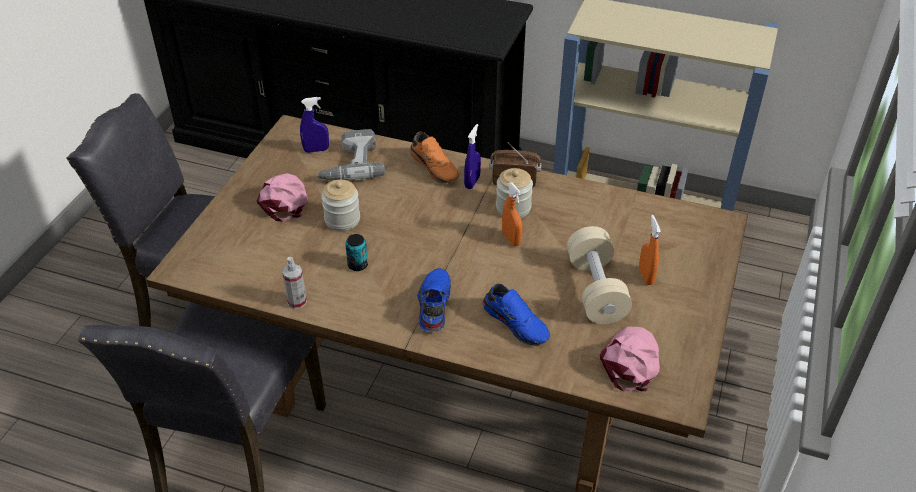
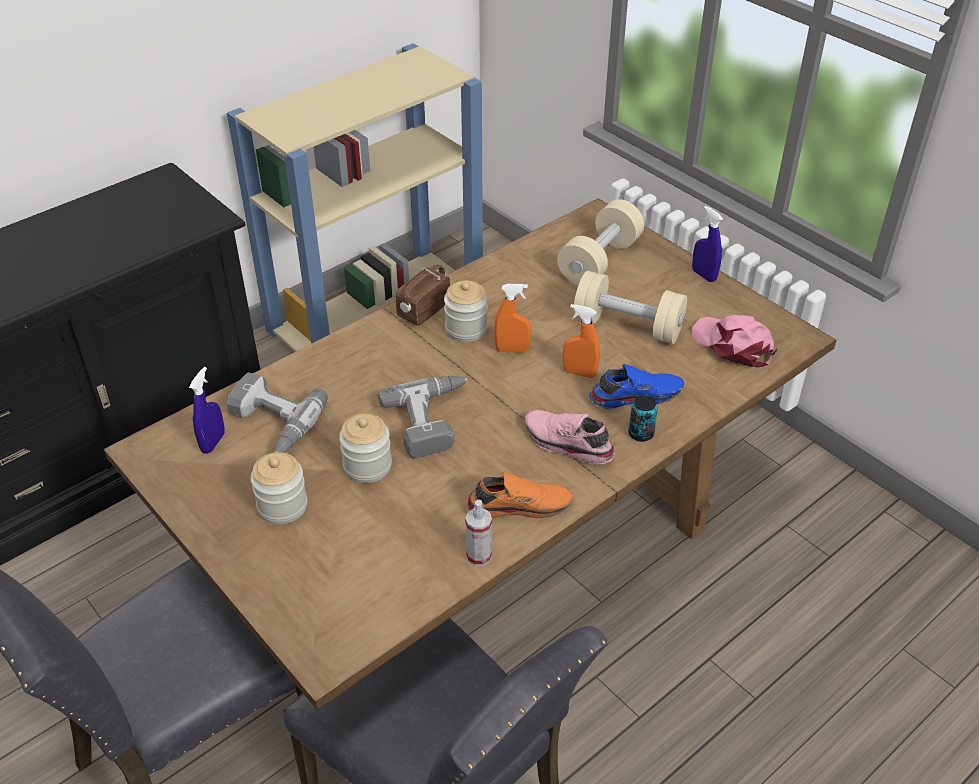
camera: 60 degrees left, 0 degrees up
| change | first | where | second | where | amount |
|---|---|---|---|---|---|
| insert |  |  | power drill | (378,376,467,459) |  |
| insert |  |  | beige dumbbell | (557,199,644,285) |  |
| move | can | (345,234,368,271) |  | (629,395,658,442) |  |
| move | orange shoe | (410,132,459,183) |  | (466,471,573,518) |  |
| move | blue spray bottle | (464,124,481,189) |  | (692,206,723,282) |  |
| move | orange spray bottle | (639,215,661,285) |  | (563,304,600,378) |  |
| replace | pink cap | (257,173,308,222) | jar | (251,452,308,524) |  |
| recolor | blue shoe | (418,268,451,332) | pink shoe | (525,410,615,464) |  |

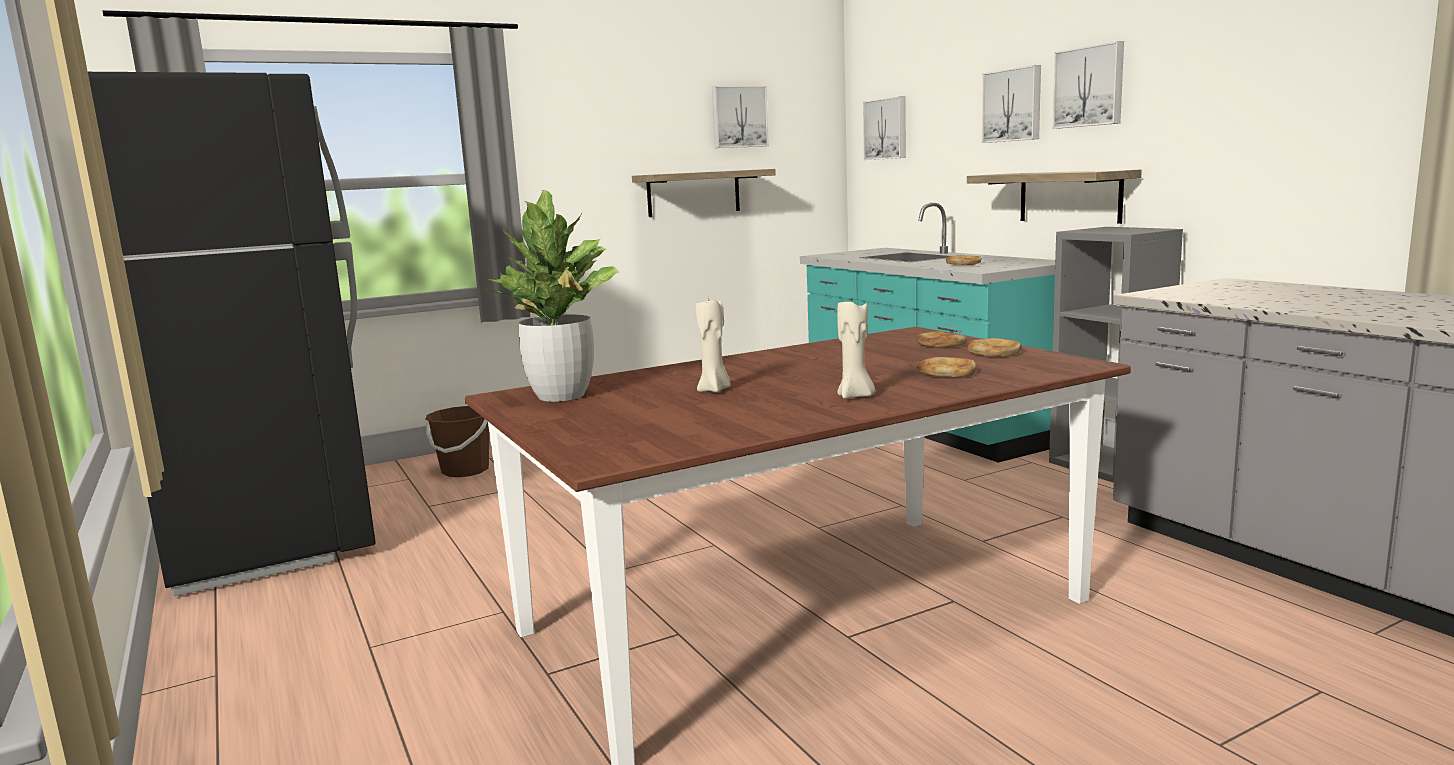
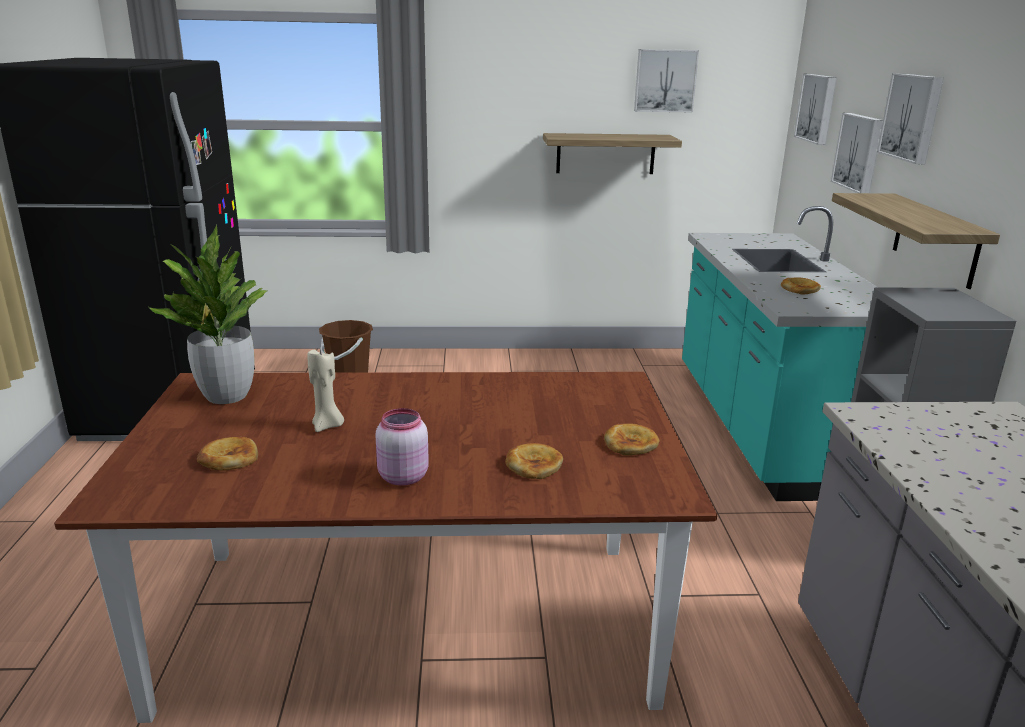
camera: 25 degrees right, 10 degrees up
| change | first | where | second | where | amount |
|---|---|---|---|---|---|
| move | bread | (915,331,967,348) |  | (197,437,258,470) |  |
| move | picture | (1052,41,1124,129) |  | (831,113,883,193) |  |
| replace | beige candle | (837,297,875,399) | pink jar | (376,408,429,486) |  |

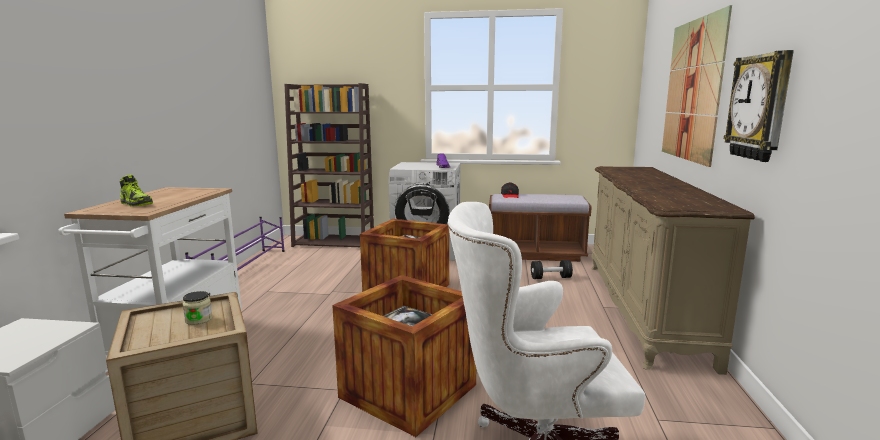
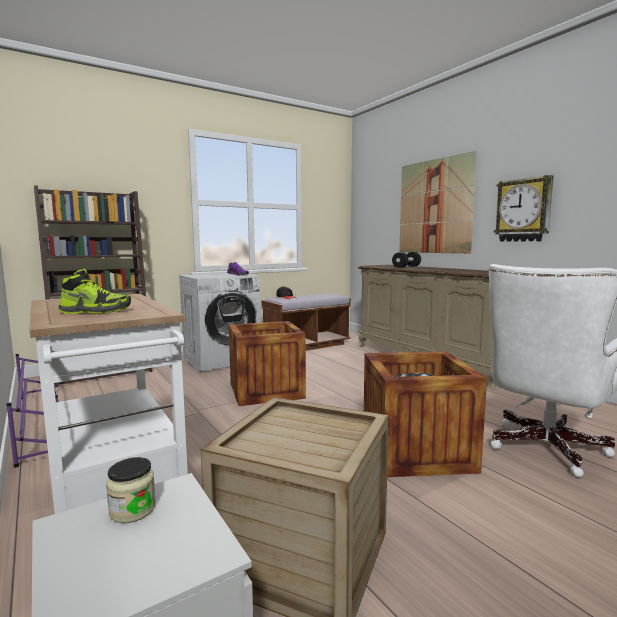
camera: 40 degrees left, 5 degrees down
| change | first | where | second | where | amount |
|---|---|---|---|---|---|
| move | jar | (183,291,213,325) |  | (106,457,156,523) |  |
| move | black dumbbell | (531,260,573,279) |  | (392,252,421,268) |  |

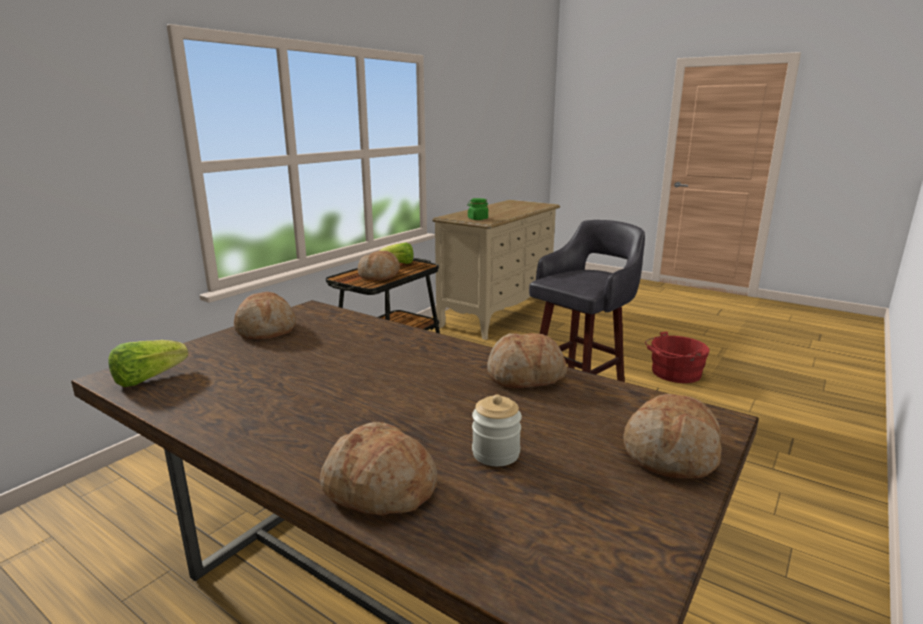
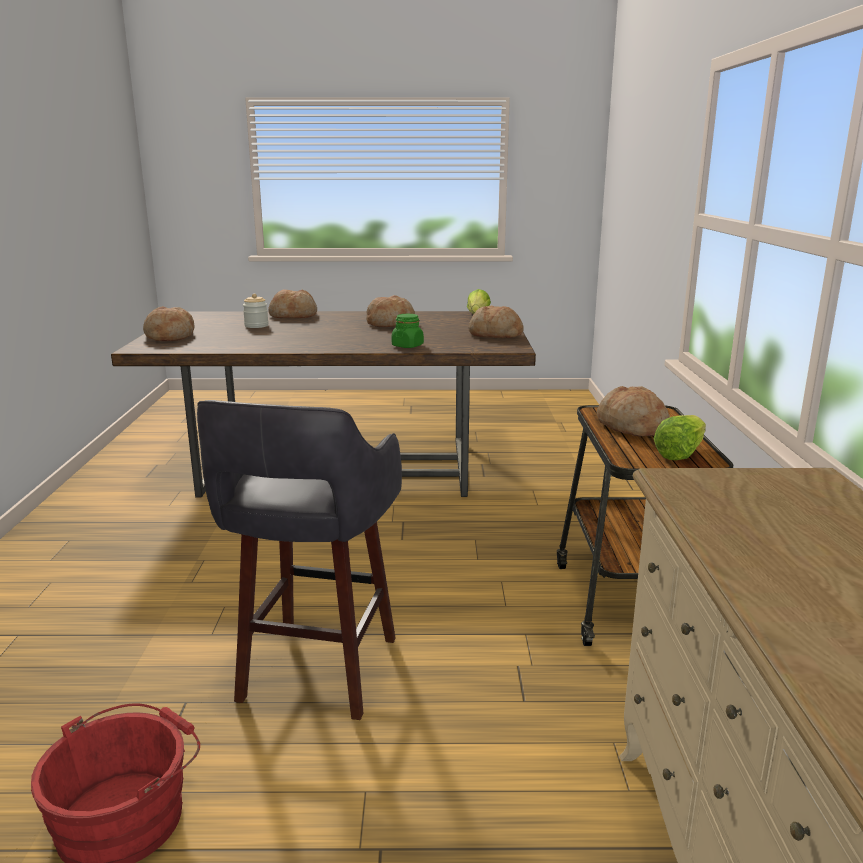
camera: 145 degrees right, 0 degrees up
| change | first | where | second | where | amount |
|---|---|---|---|---|---|
| move | green jar | (467,198,488,220) |  | (392,314,424,348) |  |
| move | bread | (487,333,567,388) |  | (366,295,415,327) |  |

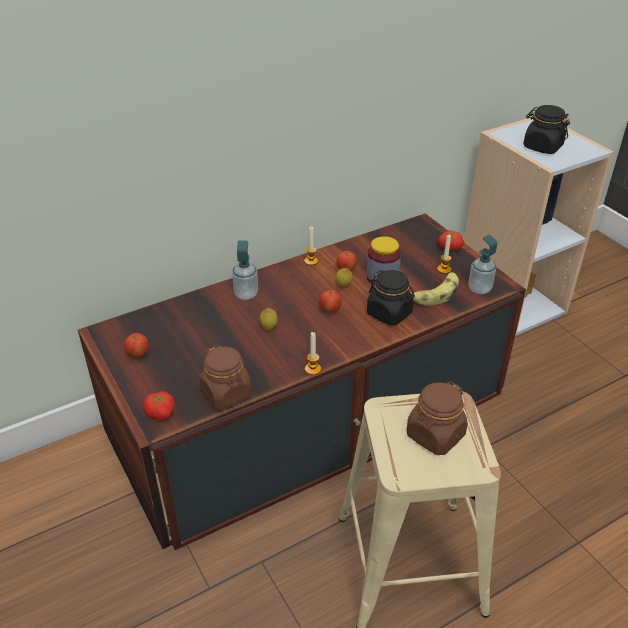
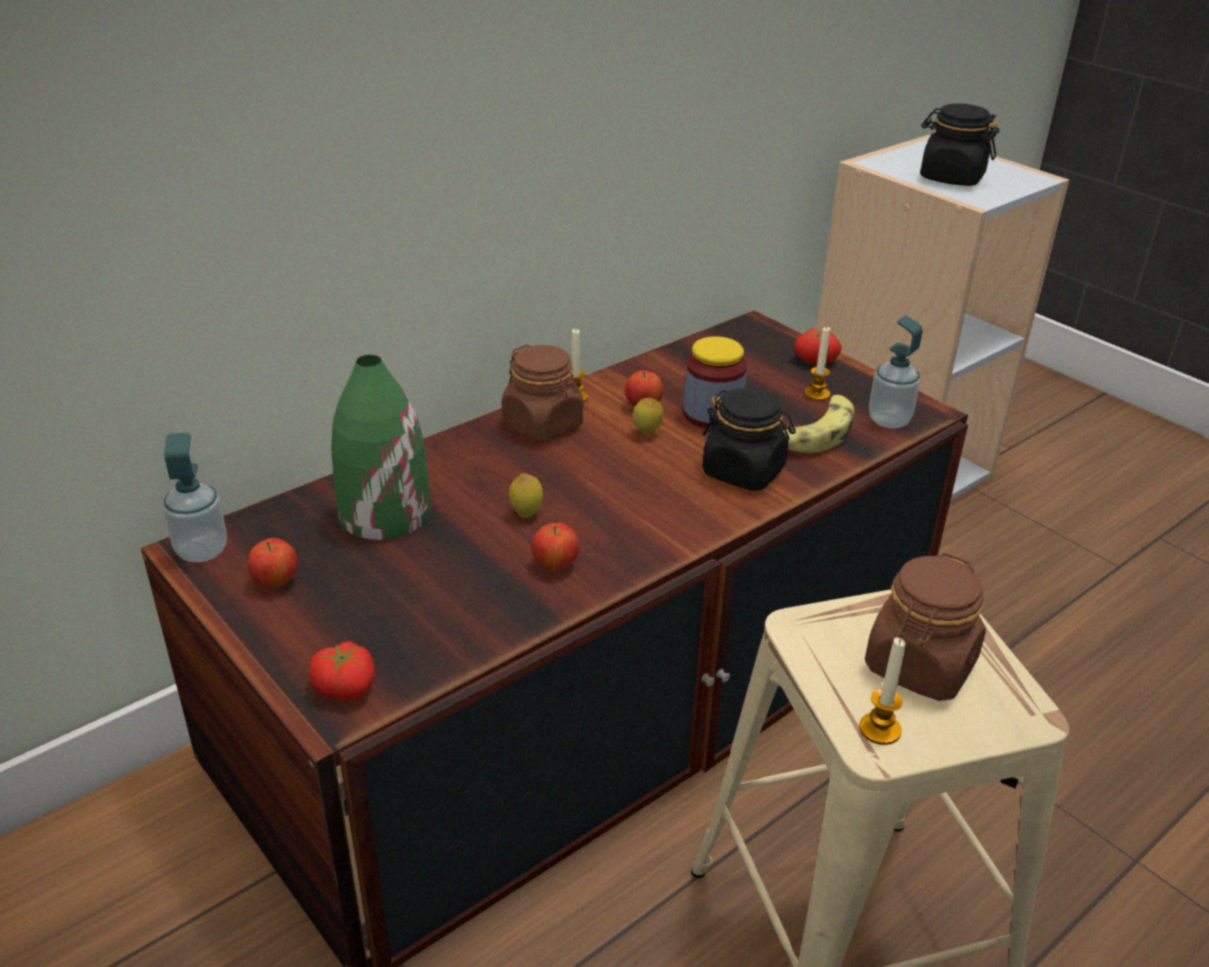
camera: 10 degrees left, 5 degrees down
| change | first | where | second | where | amount |
|---|---|---|---|---|---|
| insert |  |  | green vase | (331,355,430,540) |  |
| move | brown jar | (199,345,252,410) |  | (502,344,583,442) |  |
| move | soap dispenser | (232,241,258,300) |  | (163,433,227,562) |  |
| move | candle | (305,332,321,375) |  | (859,638,905,745) |  |
| move | apple | (319,290,342,312) |  | (531,523,579,570) |  |

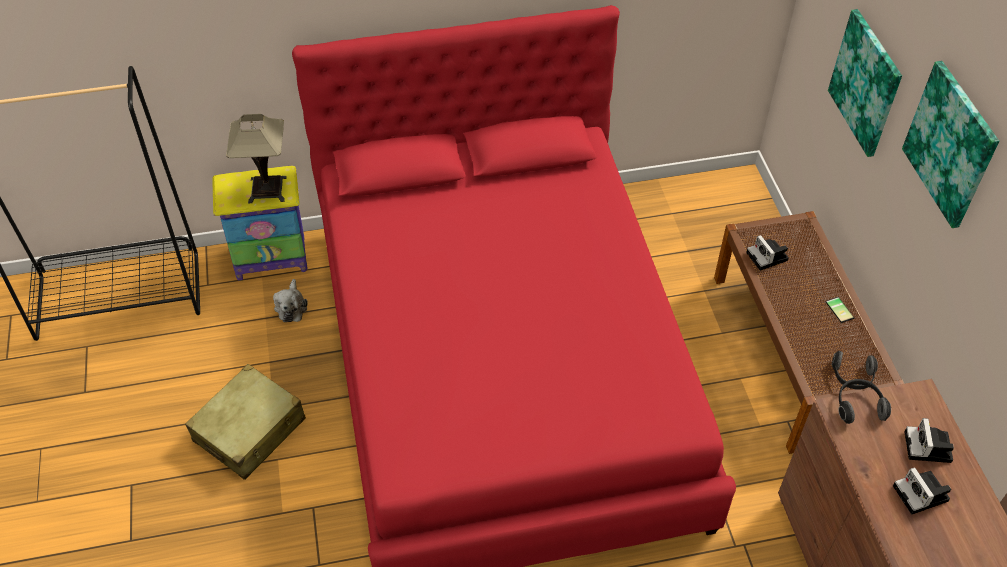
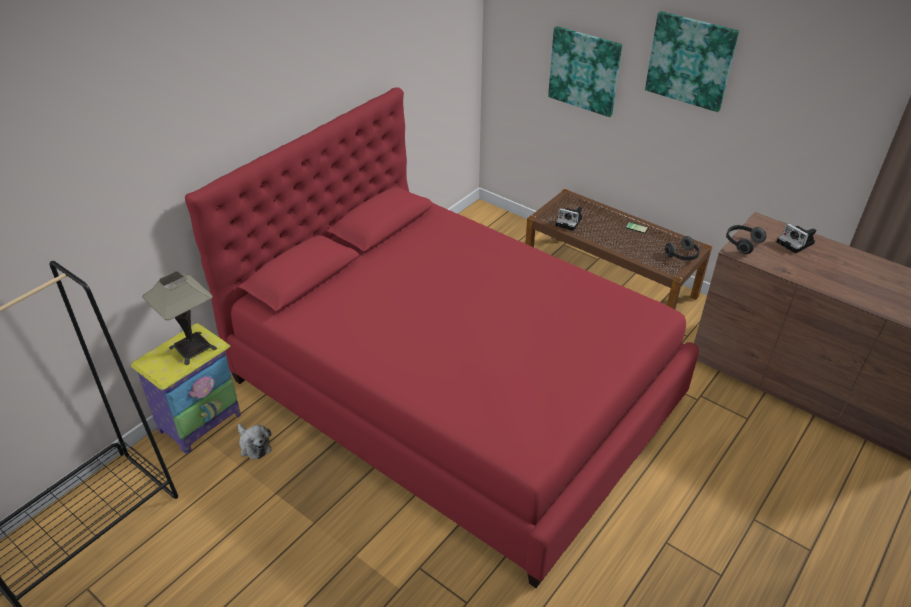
camera: 40 degrees left, 10 degrees down
| change | first | where | second | where | amount |
|---|---|---|---|---|---|
| delete | beige suitcase | (185,364,306,480) |  |  |  |
| delete | photo camera | (893,467,951,514) |  |  |  |

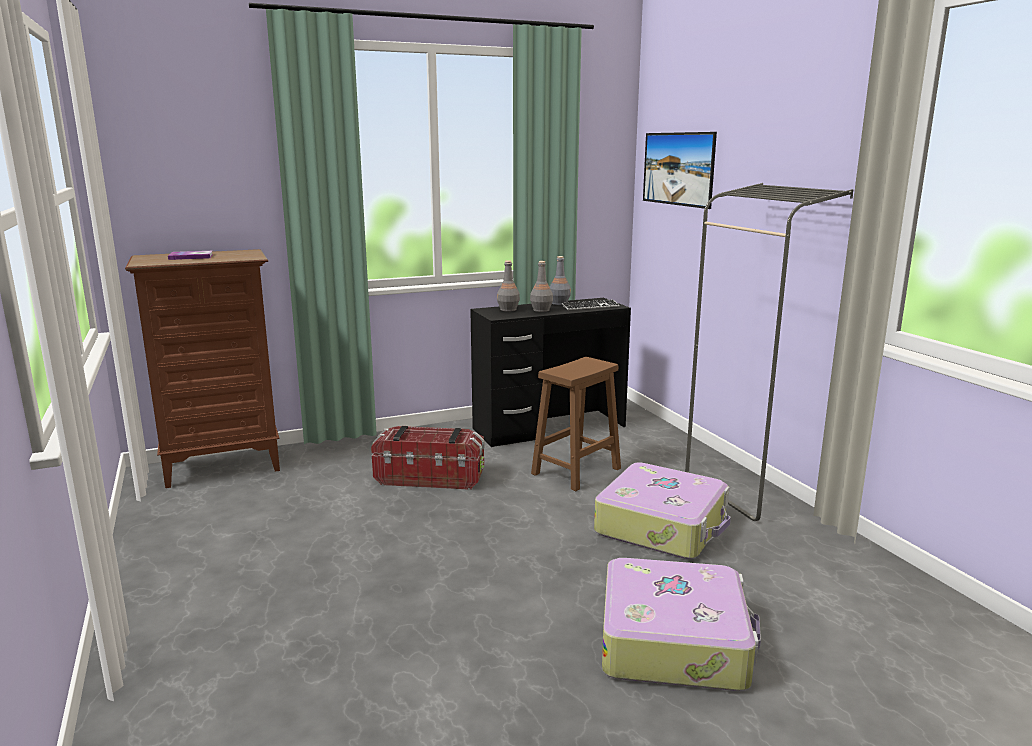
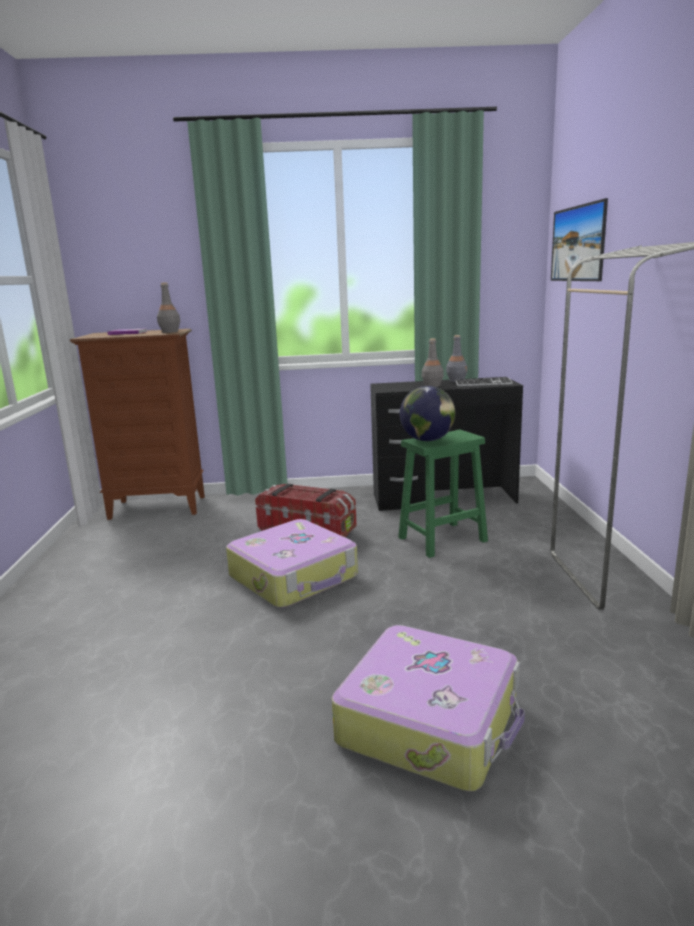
camera: 20 degrees right, 0 degrees up
| change | first | where | second | where | amount |
|---|---|---|---|---|---|
| insert |  |  | globe | (400,386,455,441) |  |
| move | grey bottle | (497,260,520,312) |  | (157,282,180,333) |  |
| move | suitcase | (594,462,731,559) |  | (226,519,358,608) |  |
| recolor | brown stool | (531,357,621,491) | green stool | (398,430,488,558) |  |

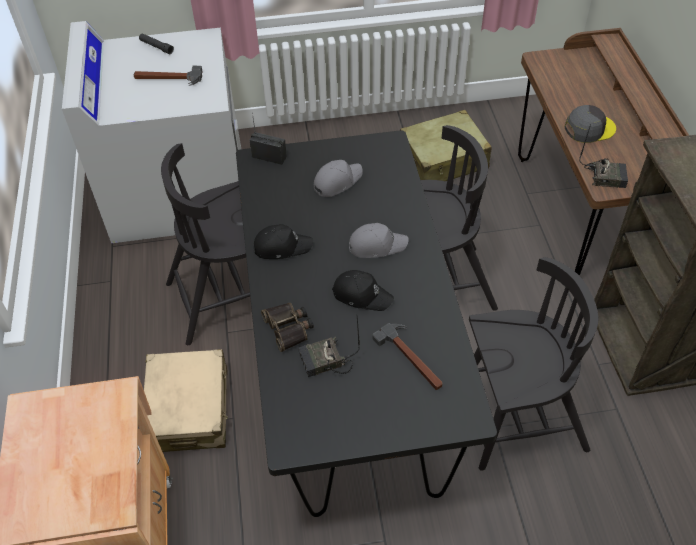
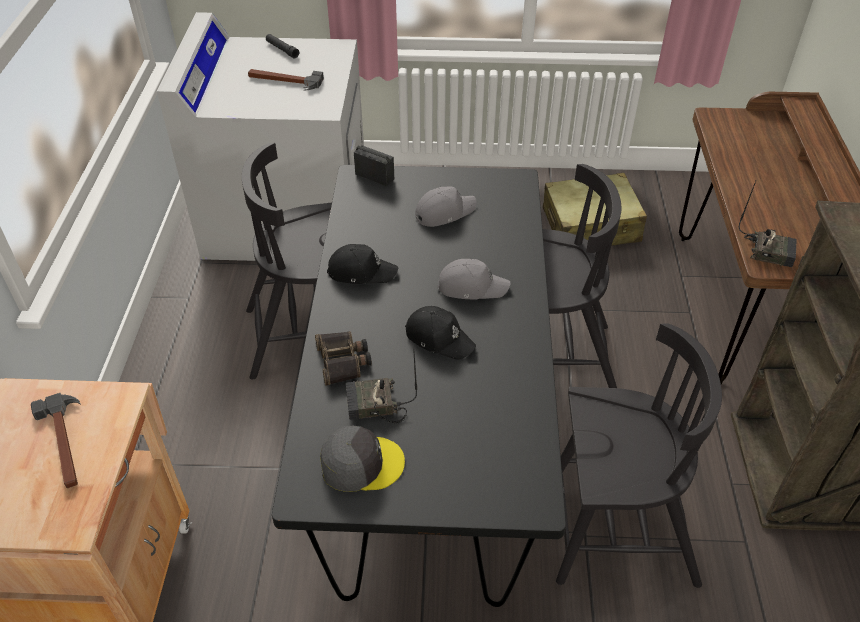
camera: 10 degrees right, 5 degrees down
| change | first | where | second | where | amount |
|---|---|---|---|---|---|
| delete | beige suitcase | (144,349,228,452) |  |  |  |
| move | hammer | (373,323,442,390) |  | (31,393,81,488) |  |
| move | grey cap | (565,105,616,143) |  | (320,426,405,492) |  |

